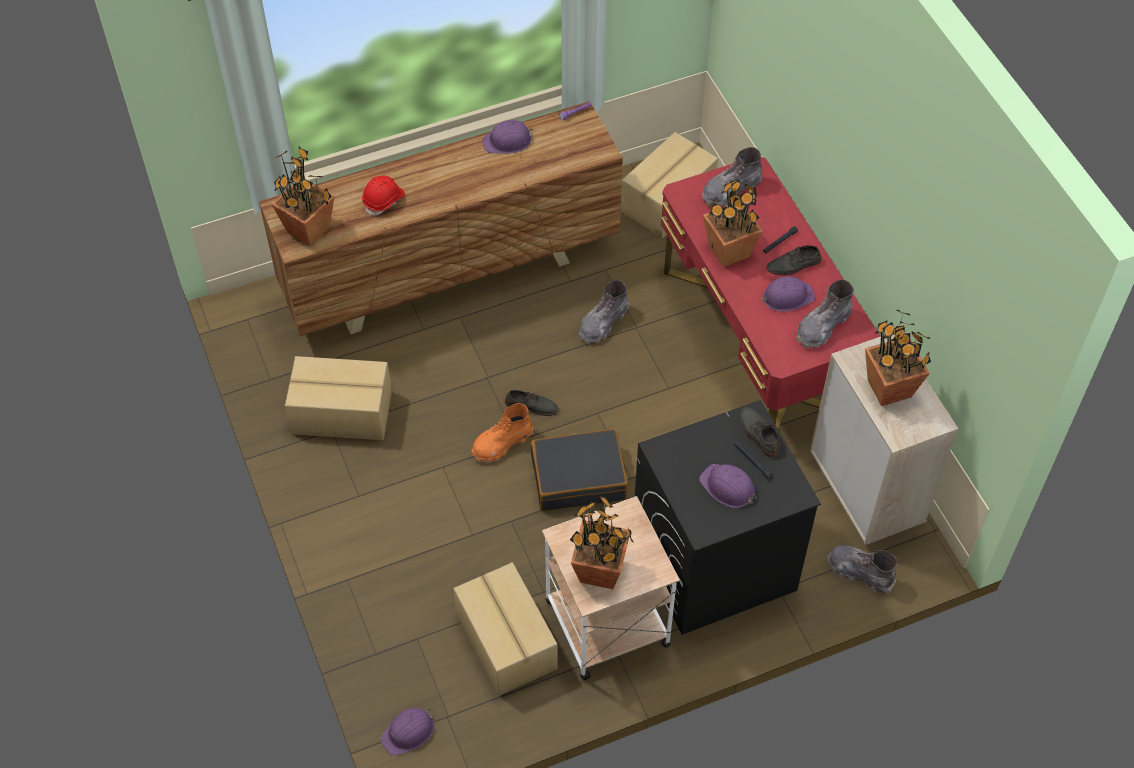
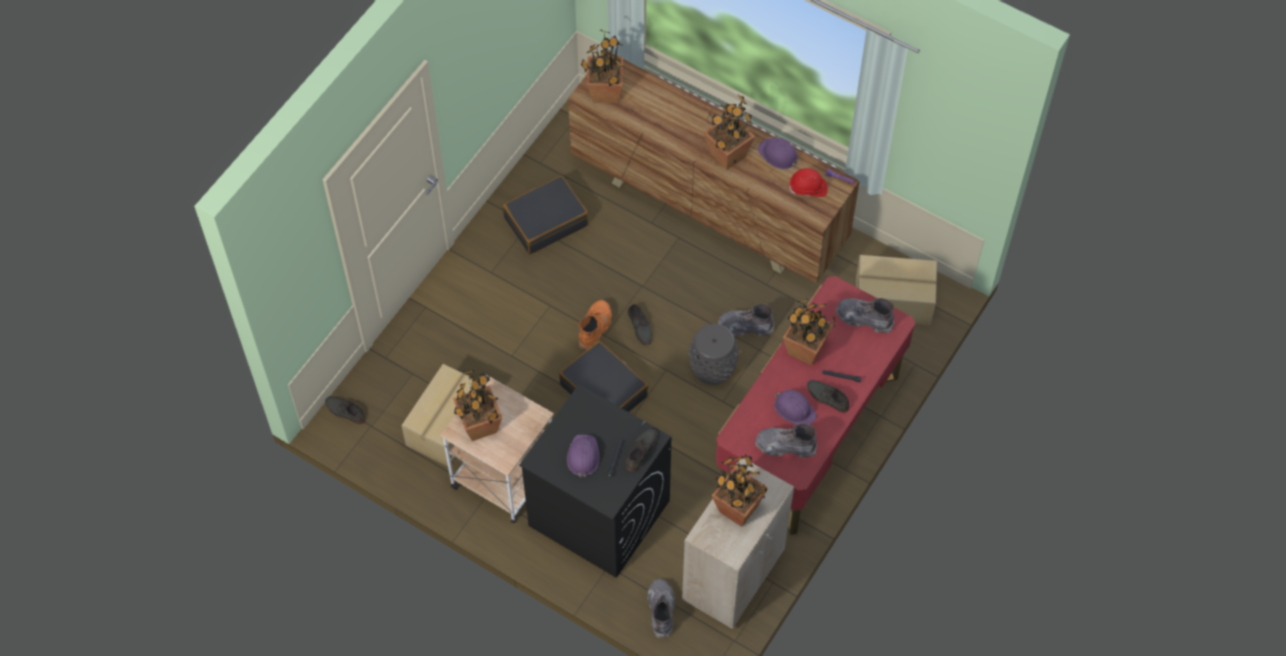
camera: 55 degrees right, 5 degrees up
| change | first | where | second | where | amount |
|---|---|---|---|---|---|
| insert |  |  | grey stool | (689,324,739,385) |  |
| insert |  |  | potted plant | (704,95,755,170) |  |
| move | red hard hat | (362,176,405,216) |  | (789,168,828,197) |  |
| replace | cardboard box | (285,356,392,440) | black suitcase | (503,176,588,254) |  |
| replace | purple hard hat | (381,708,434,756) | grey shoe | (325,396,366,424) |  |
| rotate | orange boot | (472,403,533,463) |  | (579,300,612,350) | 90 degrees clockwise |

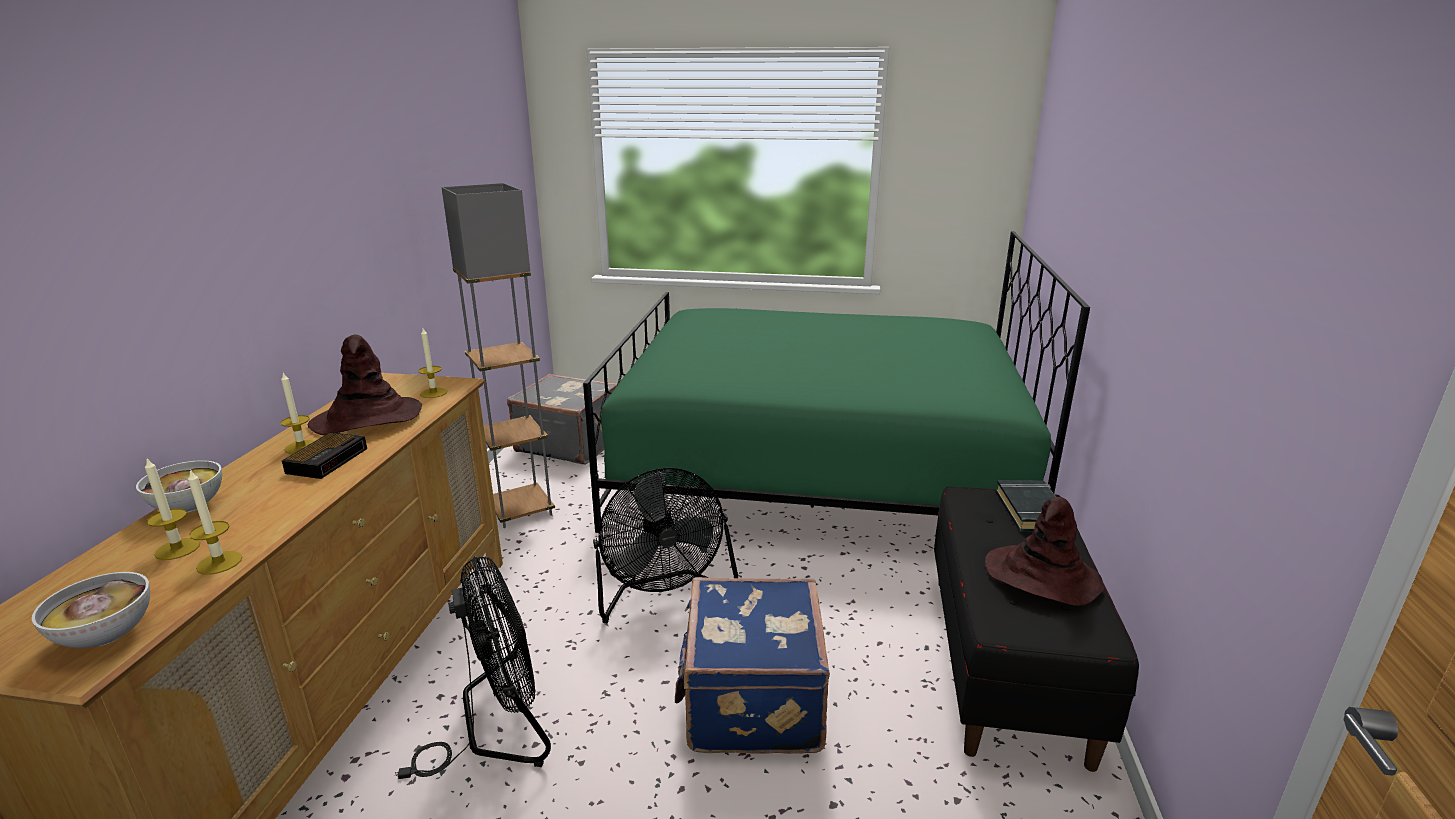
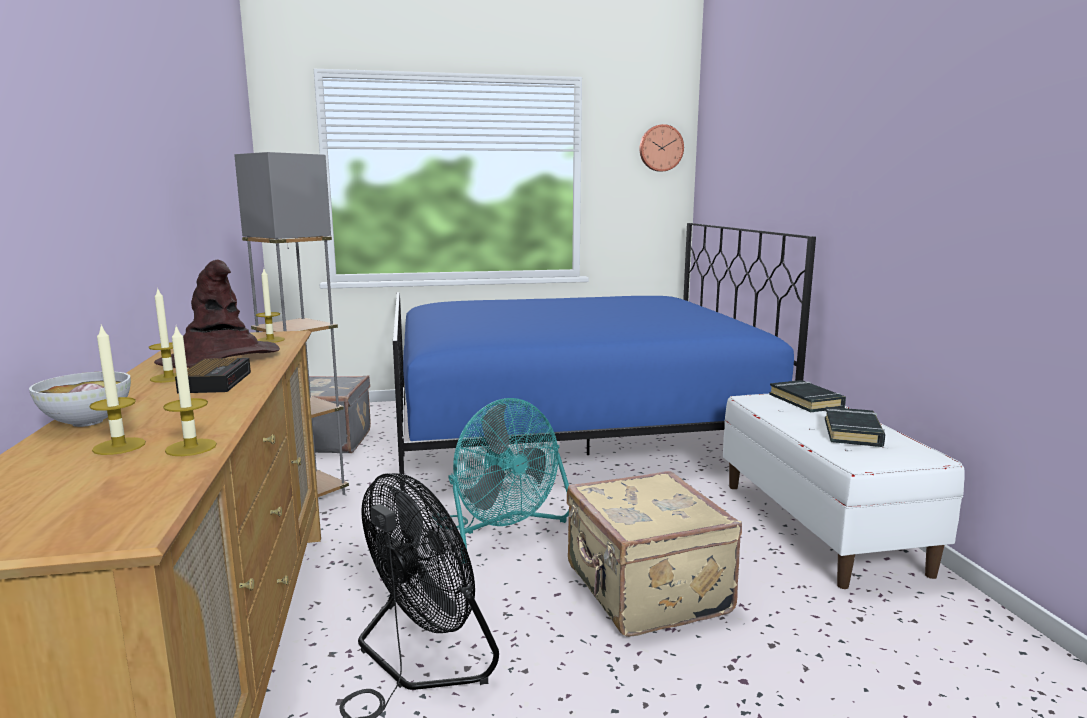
camera: 20 degrees left, 10 degrees down
| change | first | where | second | where | amount |
|---|---|---|---|---|---|
| delete | bowl | (32,572,150,648) |  |  |  |
| insert |  |  | wall clock | (639,124,684,172) |  |
| replace | brown hat | (985,497,1104,606) | black book | (825,407,885,447) |  |
| recolor | green bed | (583,231,1090,533) | blue bed | (393,223,816,491) |  |
| recolor | black fan | (593,468,738,623) | turquoise fan | (432,398,569,563) |  |
| recolor | blue suitcase | (675,577,830,754) | beige suitcase | (567,471,742,637) |  |
| recolor | black bench | (934,486,1139,772) | white bench | (723,394,965,589) |  |

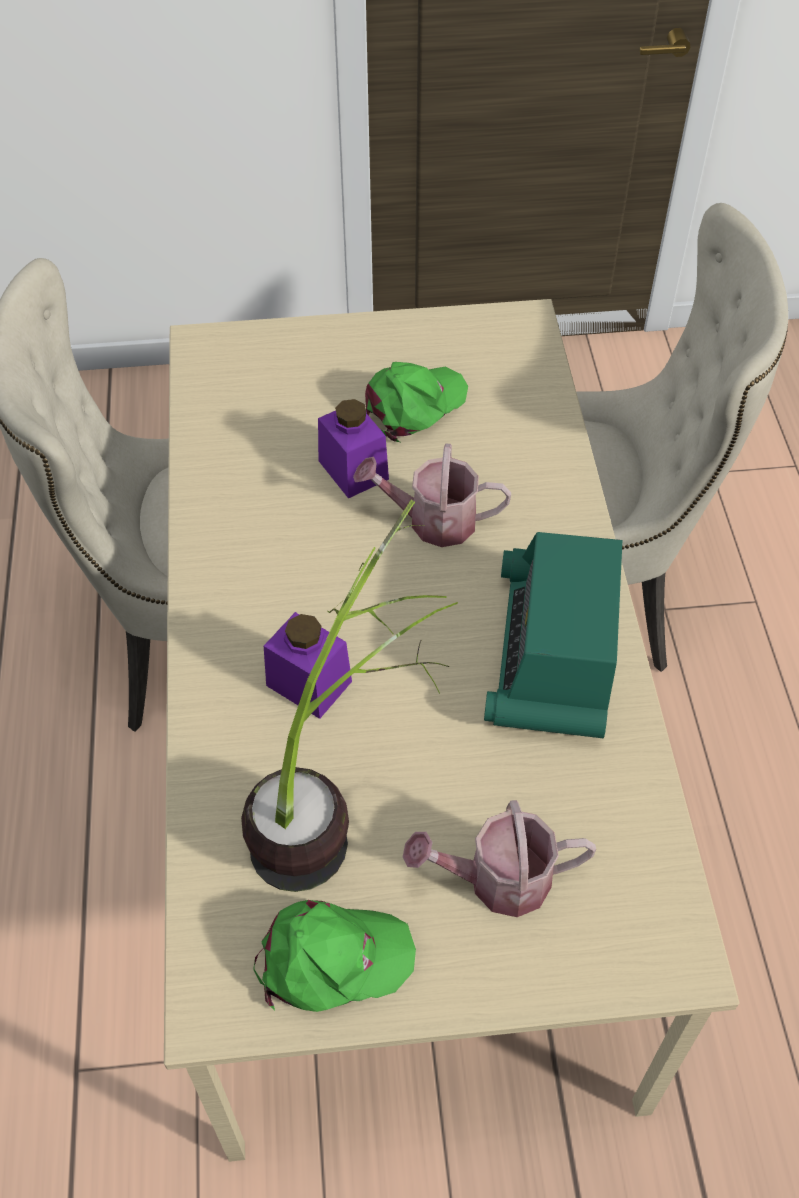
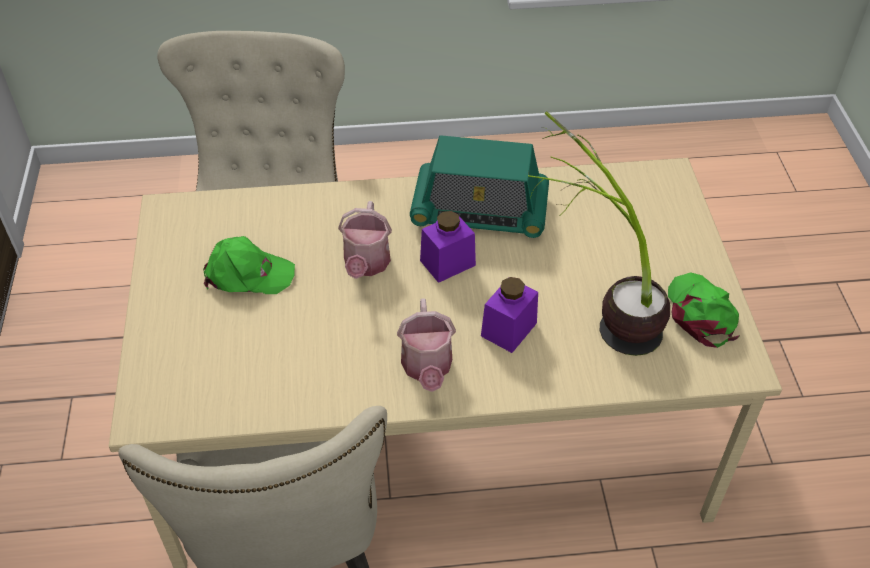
camera: 90 degrees left, 5 degrees down
| change | first | where | second | where | amount |
|---|---|---|---|---|---|
| move | purple jar | (318,399,389,498) |  | (420,211,476,283) |  |
| move | watering can | (403,800,596,917) |  | (397,298,456,392) |  |
| rotate | green cap | (365,362,468,443) |  | (203,236,295,294) | 135 degrees clockwise |

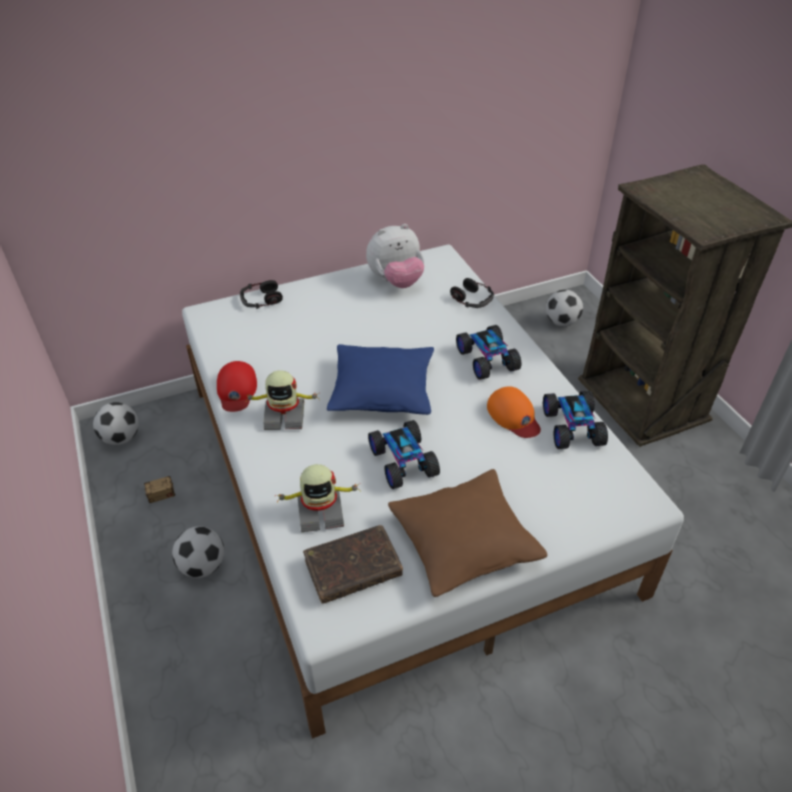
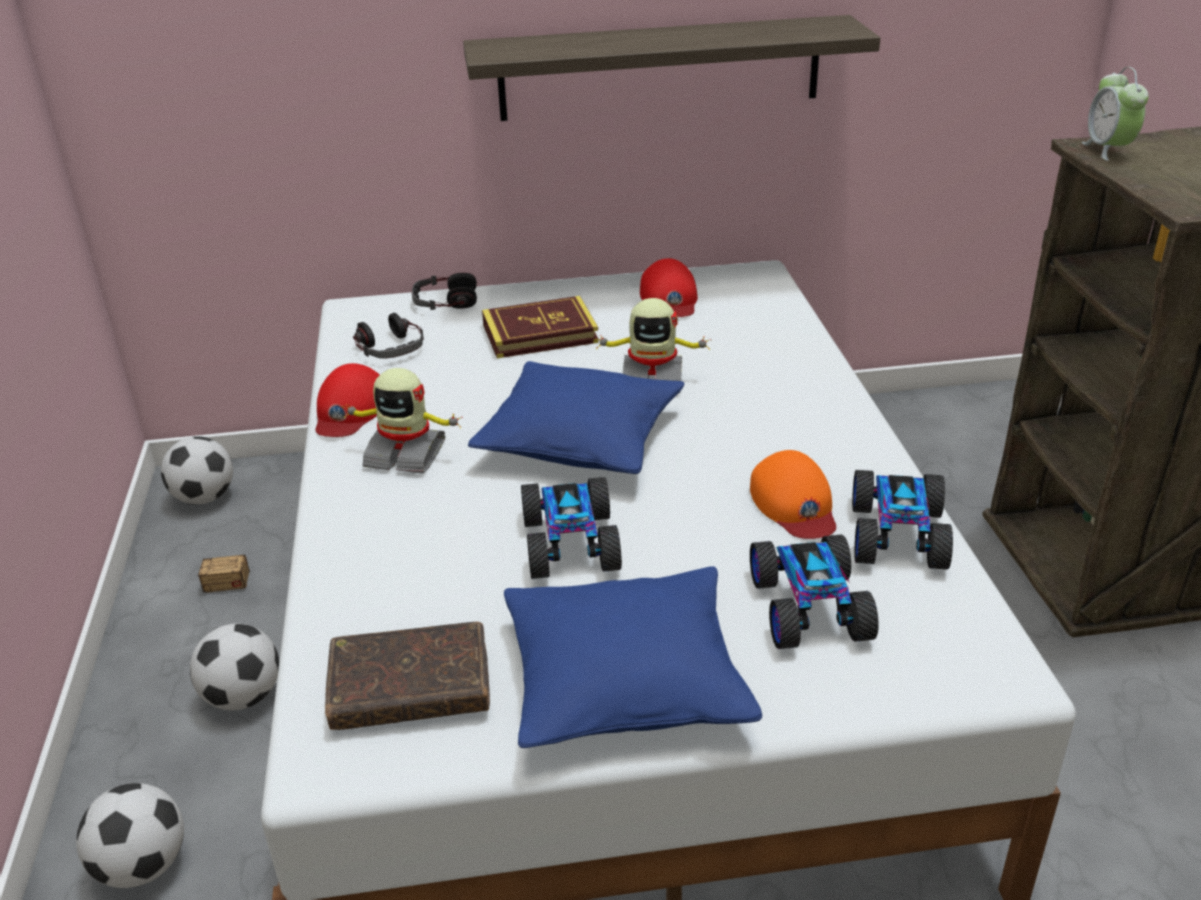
camera: 15 degrees right, 10 degrees down
| change | first | where | second | where | amount |
|---|---|---|---|---|---|
| insert |  |  | shelf | (463,15,880,121) |  |
| insert |  |  | book | (482,296,599,358) |  |
| insert |  |  | alarm clock | (1081,67,1149,161) |  |
| move | toy robot | (275,464,361,532) |  | (594,298,711,393) |  |
| move | headphones | (450,278,494,308) |  | (353,313,424,358) |  |
| move | toy car | (456,325,521,380) |  | (750,534,878,649) |  |
| move | football | (546,290,583,326) |  | (76,783,184,888) |  |
| replace | plush toy | (366,224,424,288) | red cap | (640,258,698,317) |  |
| recolor | brown pillow | (388,469,547,597) | blue pillow | (504,566,762,748) |  |

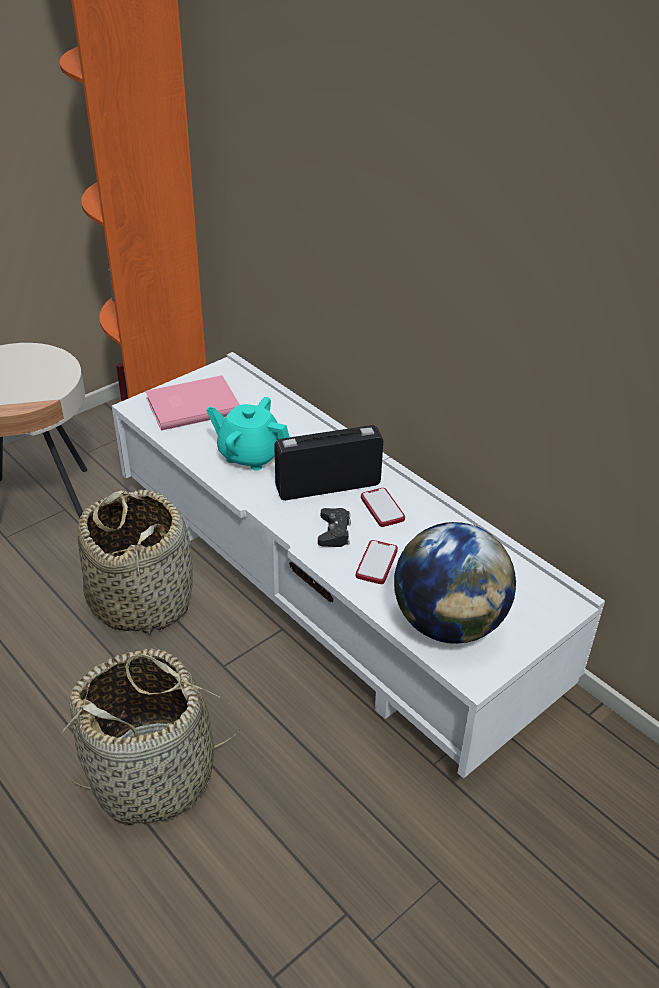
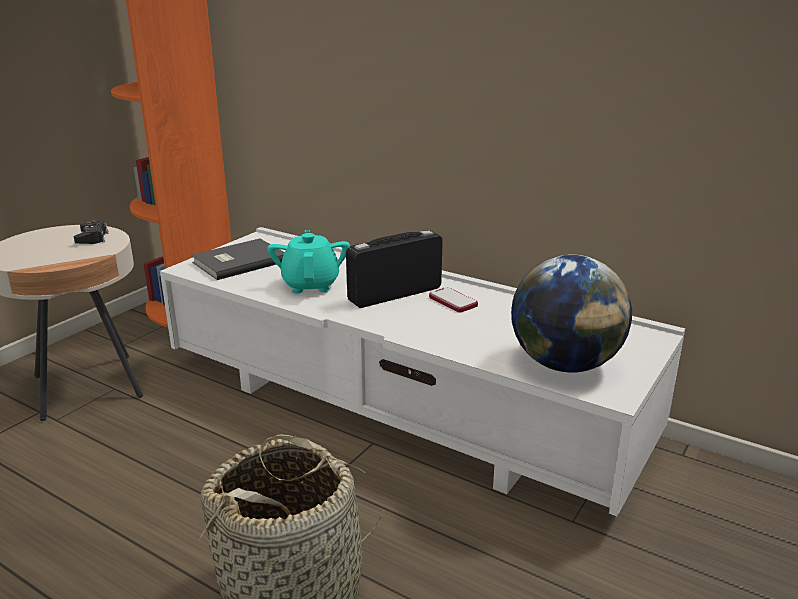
camera: 15 degrees left, 15 degrees down
| change | first | where | second | where | amount |
|---|---|---|---|---|---|
| delete | basket | (78,489,193,635) |  |  |  |
| delete | phone | (356,540,398,584) |  |  |  |
| move | black game controller | (318,508,351,547) |  | (74,220,109,244) |  |
| recolor | pink book | (145,375,240,431) | grey book | (191,238,284,280) |  |
| rotate | turquoise teapot | (206,397,290,471) |  | (267,230,350,293) | 75 degrees clockwise |

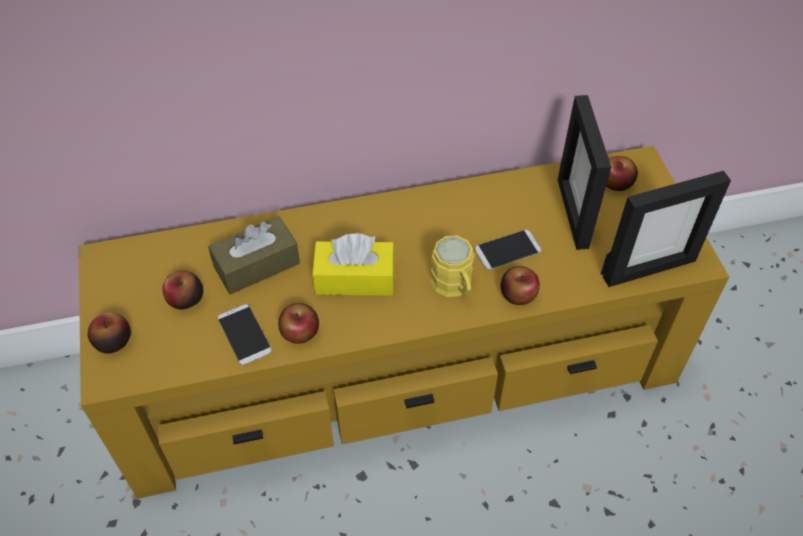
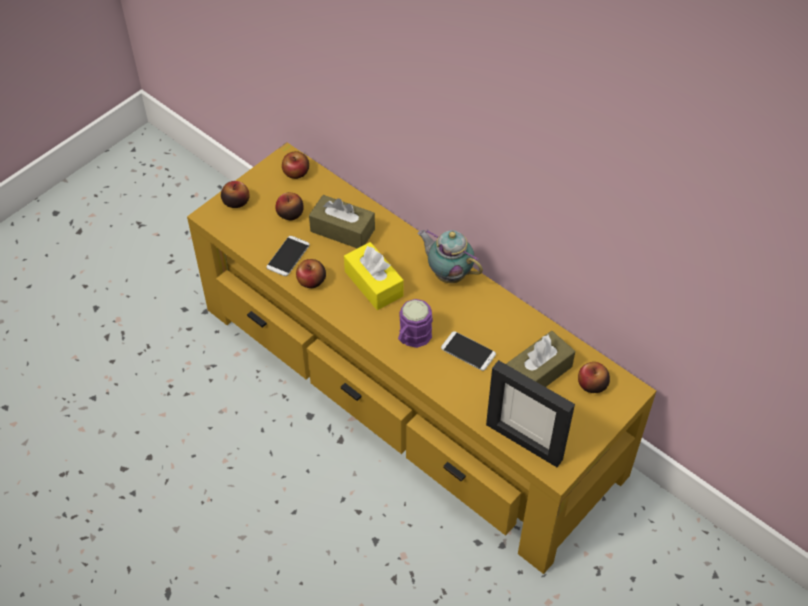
camera: 55 degrees right, 0 degrees up
| change | first | where | second | where | amount |
|---|---|---|---|---|---|
| insert |  |  | teapot | (418,229,483,283) |  |
| move | apple | (501,266,540,305) |  | (282,151,309,179) |  |
| replace | picture frame | (558,95,611,250) | brown tissue box | (506,331,575,387) |  |
| recolor | yellow mug | (430,235,475,297) | purple mug | (398,299,433,348) |  |

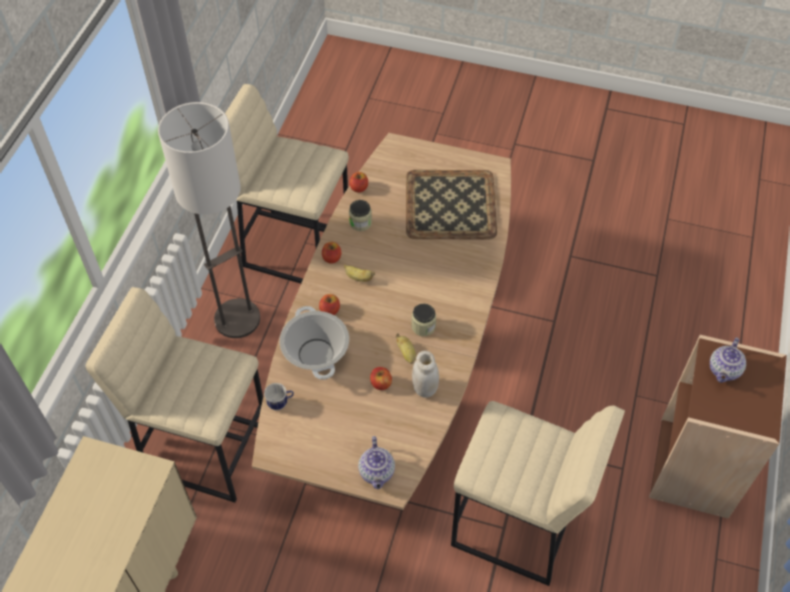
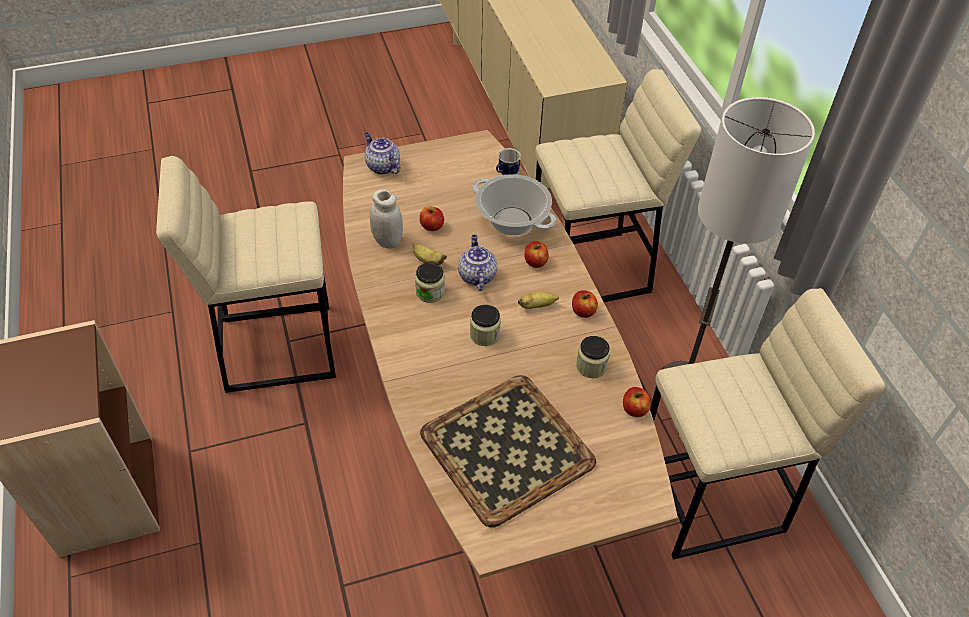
camera: 145 degrees right, 5 degrees down
| change | first | where | second | where | amount |
|---|---|---|---|---|---|
| insert |  |  | jar | (470,305,501,346) |  |
| move | teapot | (710,337,746,383) |  | (458,235,497,291) |  |

